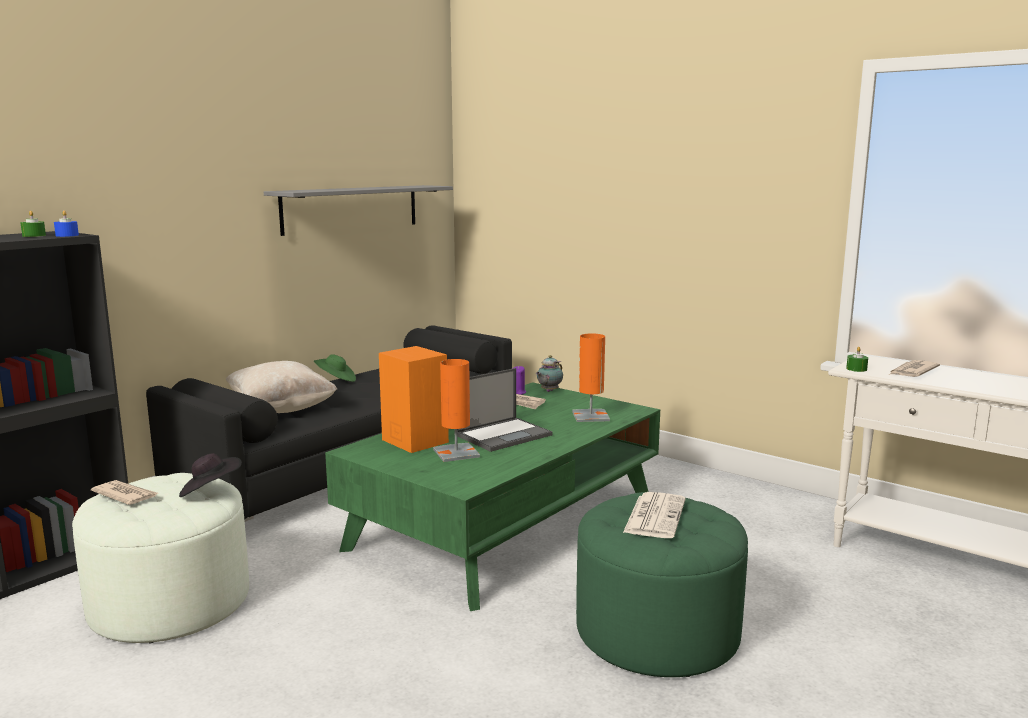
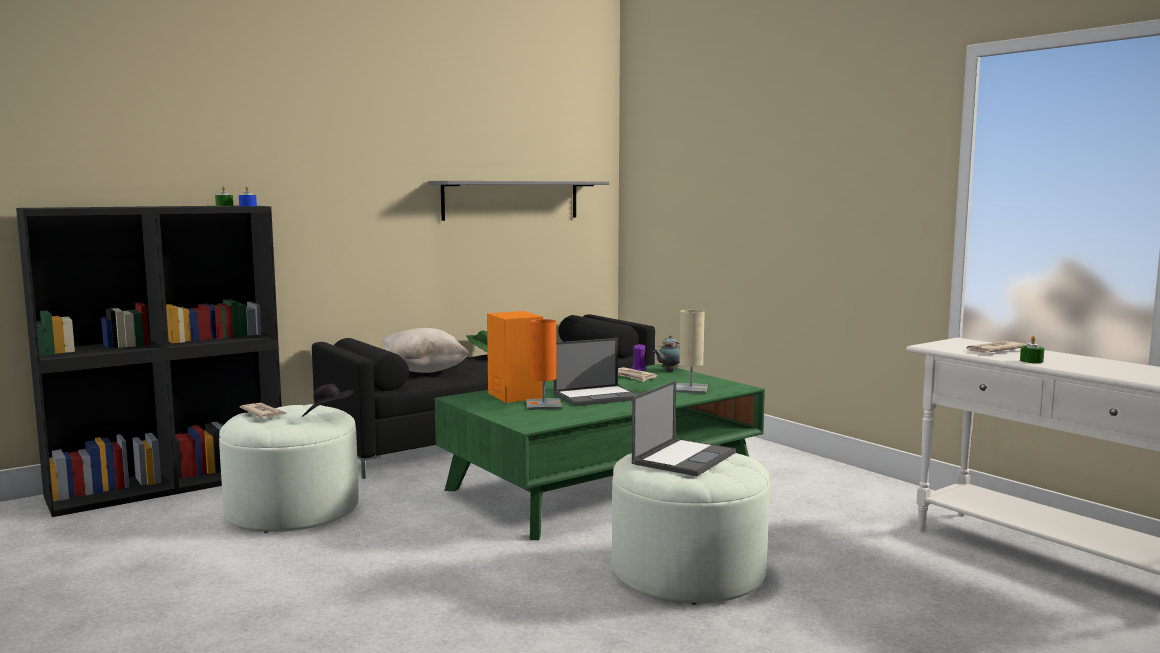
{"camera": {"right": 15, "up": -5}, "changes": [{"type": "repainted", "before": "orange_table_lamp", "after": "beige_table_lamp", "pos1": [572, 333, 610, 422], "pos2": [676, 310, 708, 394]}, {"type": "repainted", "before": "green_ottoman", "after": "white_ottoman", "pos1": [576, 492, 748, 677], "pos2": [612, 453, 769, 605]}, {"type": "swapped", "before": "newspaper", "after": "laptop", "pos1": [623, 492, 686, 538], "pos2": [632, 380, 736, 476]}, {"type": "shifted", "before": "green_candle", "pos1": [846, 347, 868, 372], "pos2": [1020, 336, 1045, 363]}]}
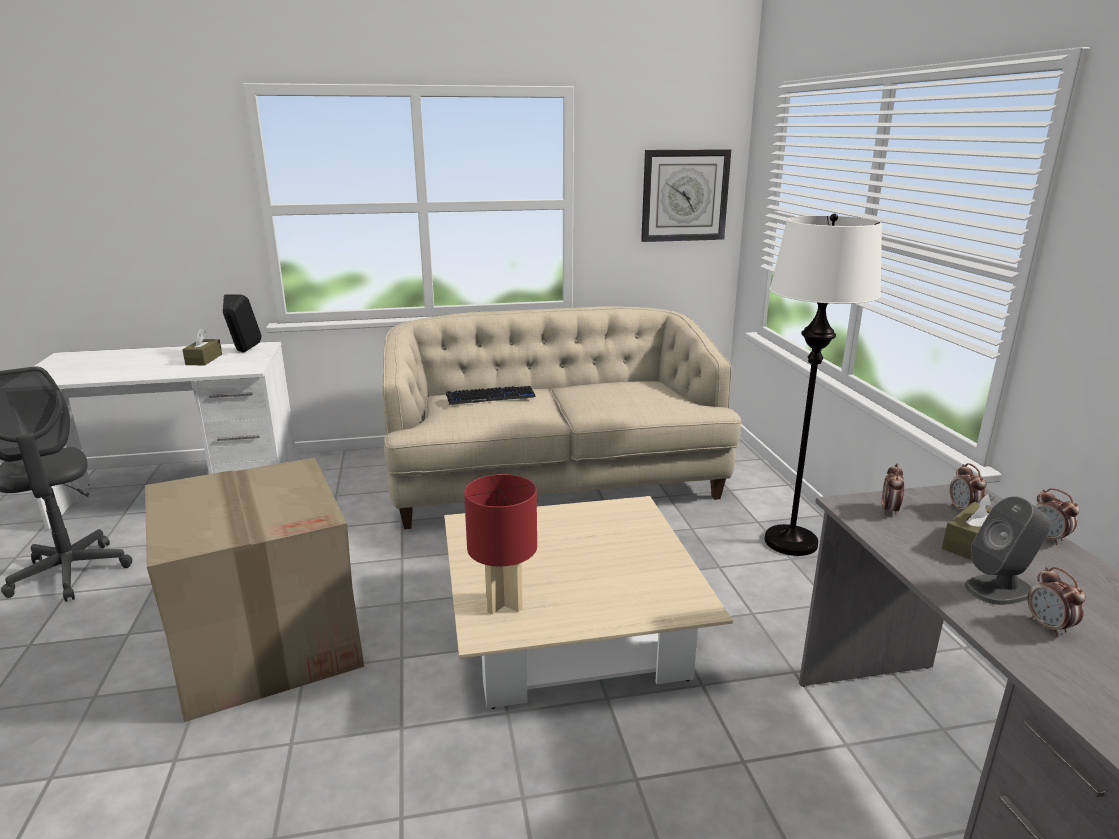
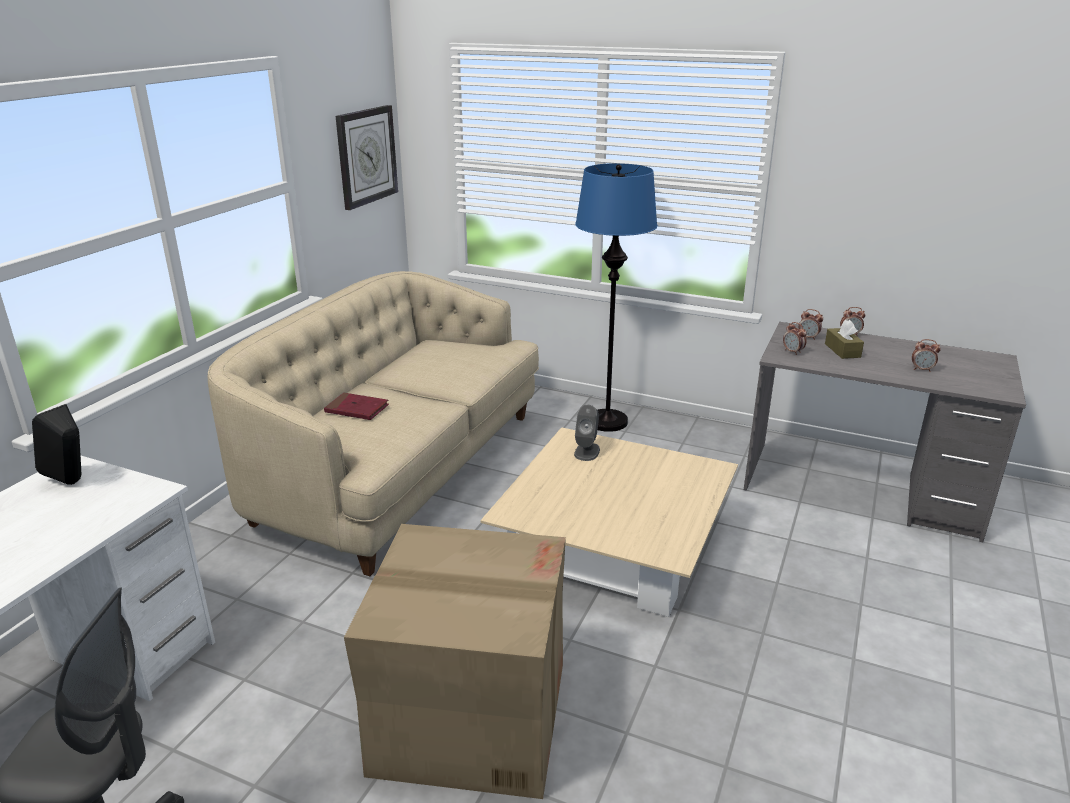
{"camera": {"right": -55, "up": 5}, "changes": [{"type": "gone", "before": "brown_tissue_box", "pos1": [182, 329, 222, 365]}, {"type": "swapped", "before": "keyboard", "after": "red_book", "pos1": [446, 386, 536, 405], "pos2": [324, 393, 389, 420]}, {"type": "gone", "before": "red_table_lamp", "pos1": [464, 474, 537, 615]}, {"type": "repainted", "before": "white_floor_lamp", "after": "blue_floor_lamp", "pos1": [764, 214, 882, 556], "pos2": [575, 163, 657, 432]}, {"type": "shifted", "before": "grey_speaker", "pos1": [965, 496, 1051, 605], "pos2": [574, 405, 600, 461]}]}
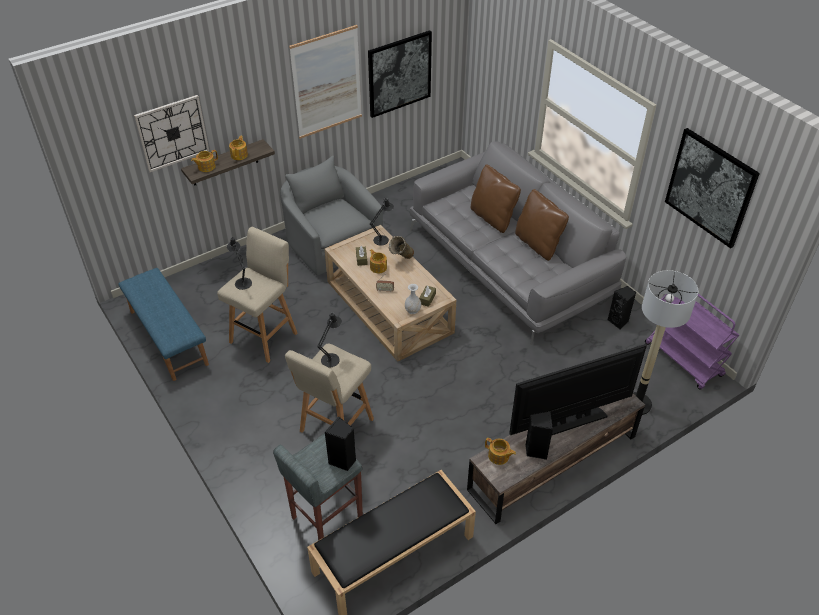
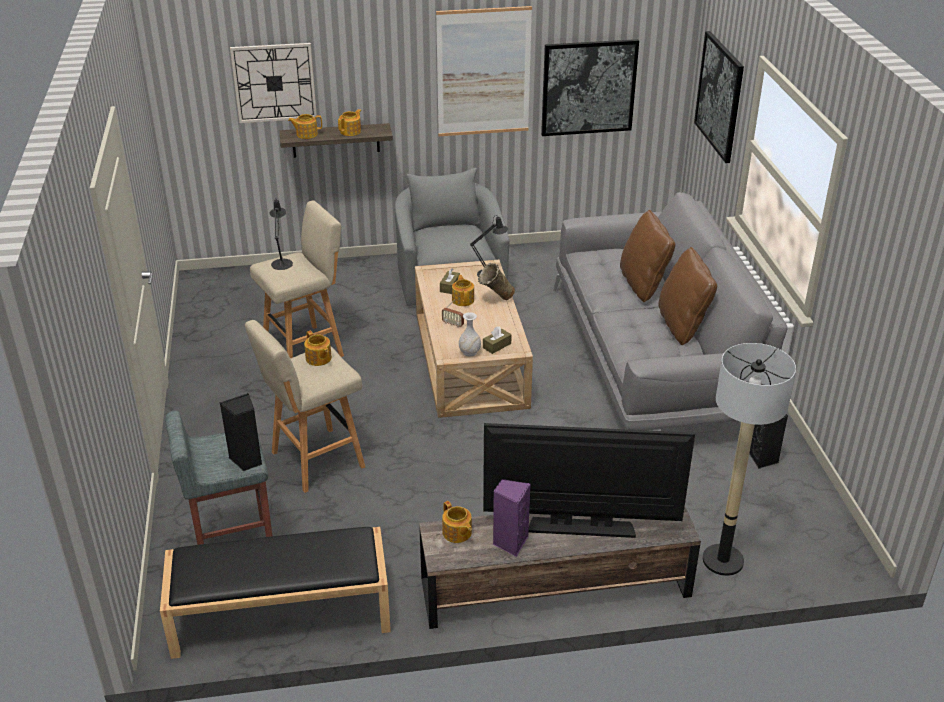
{"camera": {"right": 25, "up": -10}, "changes": [{"type": "gone", "before": "blue_bench", "pos1": [118, 268, 209, 381]}, {"type": "swapped", "before": "black_table_lamp", "after": "teapot", "pos1": [317, 313, 342, 368], "pos2": [304, 331, 332, 366]}, {"type": "repainted", "before": "black_speaker", "after": "purple_speaker", "pos1": [525, 411, 553, 460], "pos2": [493, 479, 530, 557]}, {"type": "gone", "before": "purple_cart", "pos1": [645, 294, 739, 390]}, {"type": "shifted", "before": "picture", "pos1": [665, 128, 760, 248], "pos2": [694, 31, 744, 163]}]}
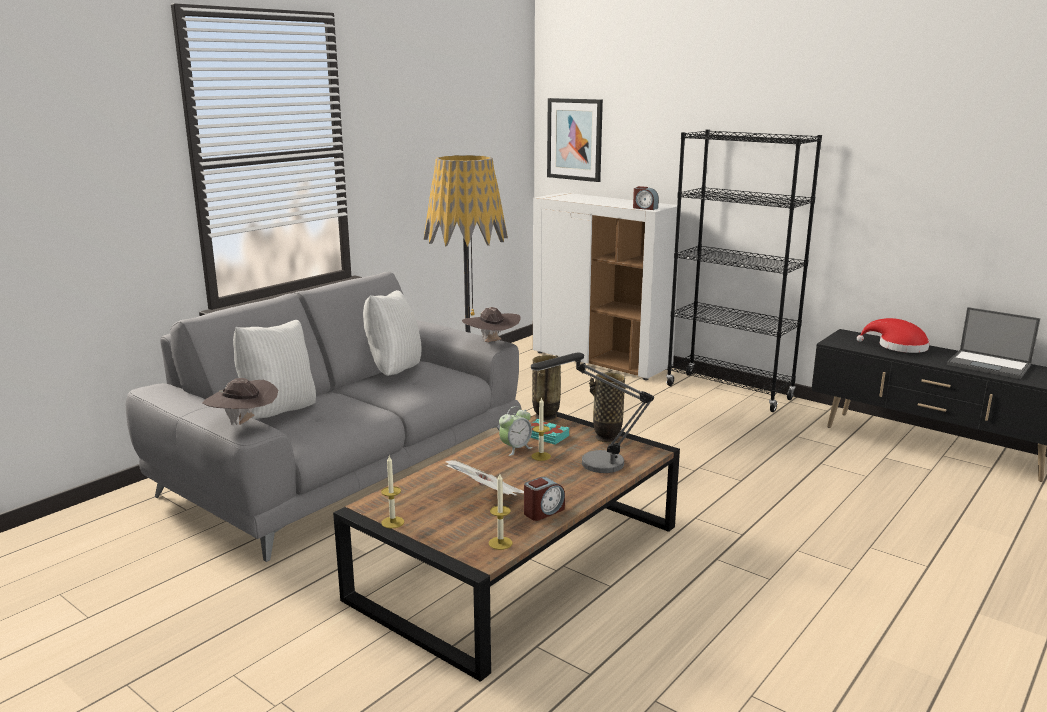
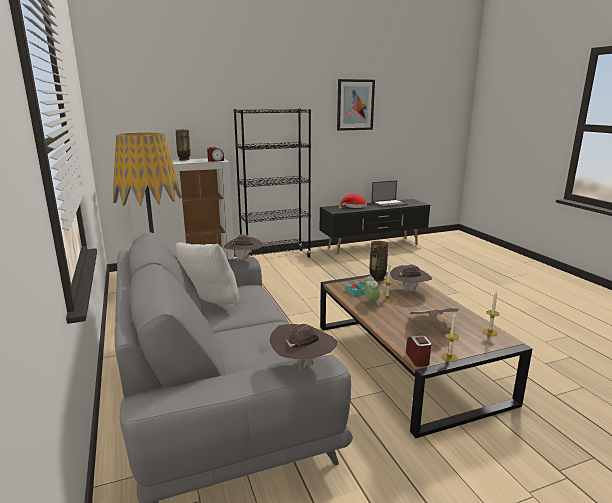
{"camera": {"right": -60, "up": 0}, "changes": [{"type": "gone", "before": "white_pillow", "pos1": [233, 320, 316, 419]}, {"type": "shifted", "before": "alarm_clock", "pos1": [524, 477, 565, 521], "pos2": [406, 336, 431, 367]}, {"type": "swapped", "before": "table_lamp", "after": "brown_hat", "pos1": [531, 352, 654, 473], "pos2": [391, 264, 432, 293]}, {"type": "shifted", "before": "vase", "pos1": [532, 355, 561, 421], "pos2": [175, 129, 191, 161]}, {"type": "shifted", "before": "picture", "pos1": [547, 98, 603, 182], "pos2": [337, 79, 375, 131]}]}
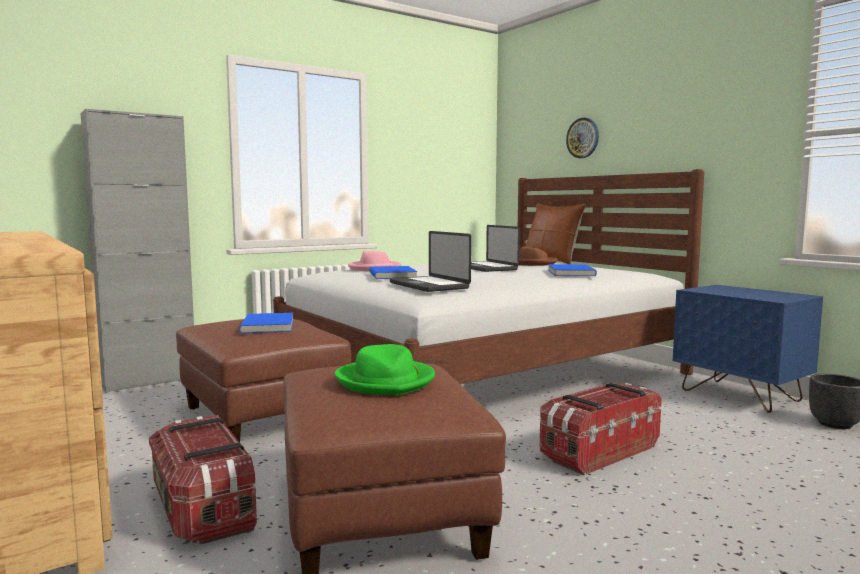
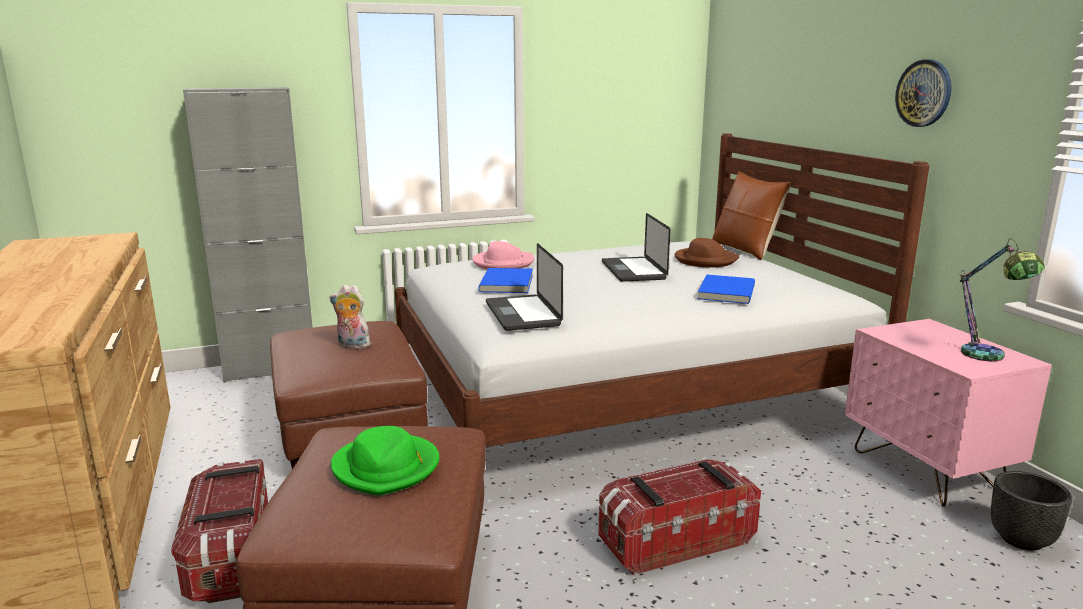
{"camera": {"right": 15, "up": 10}, "changes": [{"type": "swapped", "before": "blue_book", "after": "plush_toy", "pos1": [239, 313, 294, 333], "pos2": [330, 285, 370, 349]}, {"type": "shifted", "before": "wall_clock", "pos1": [566, 118, 599, 158], "pos2": [895, 60, 952, 127]}, {"type": "repainted", "before": "blue_nightstand", "after": "pink_nightstand", "pos1": [673, 285, 823, 413], "pos2": [845, 319, 1052, 507]}, {"type": "new", "after": "table_lamp", "pos2": [960, 238, 1045, 361]}]}
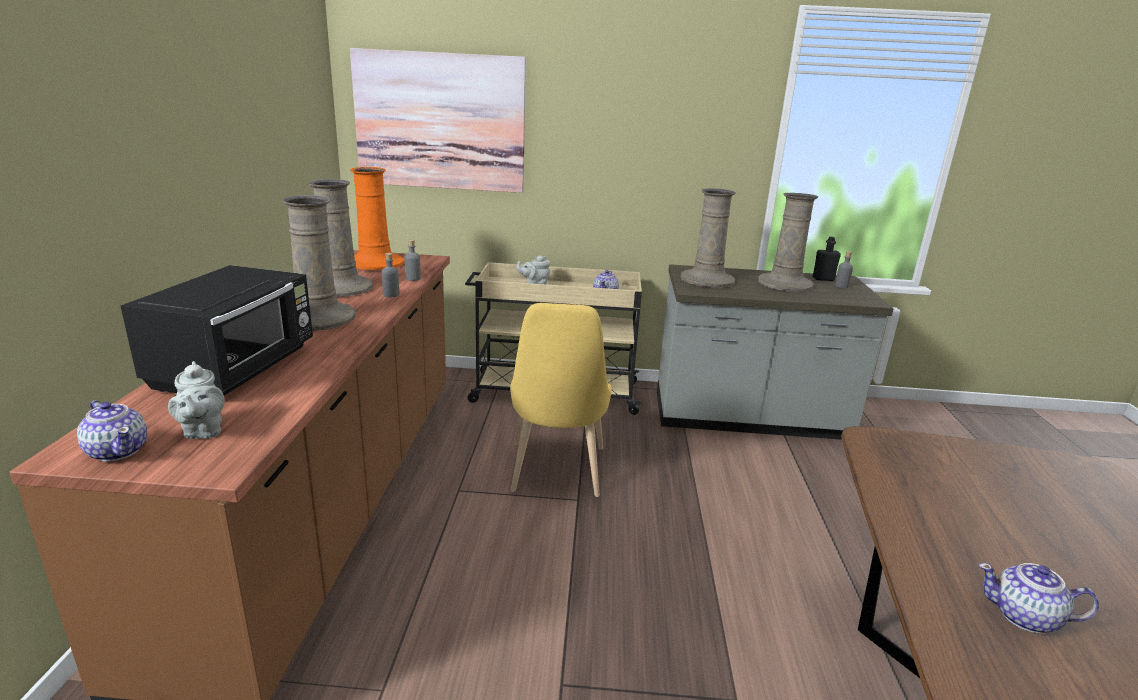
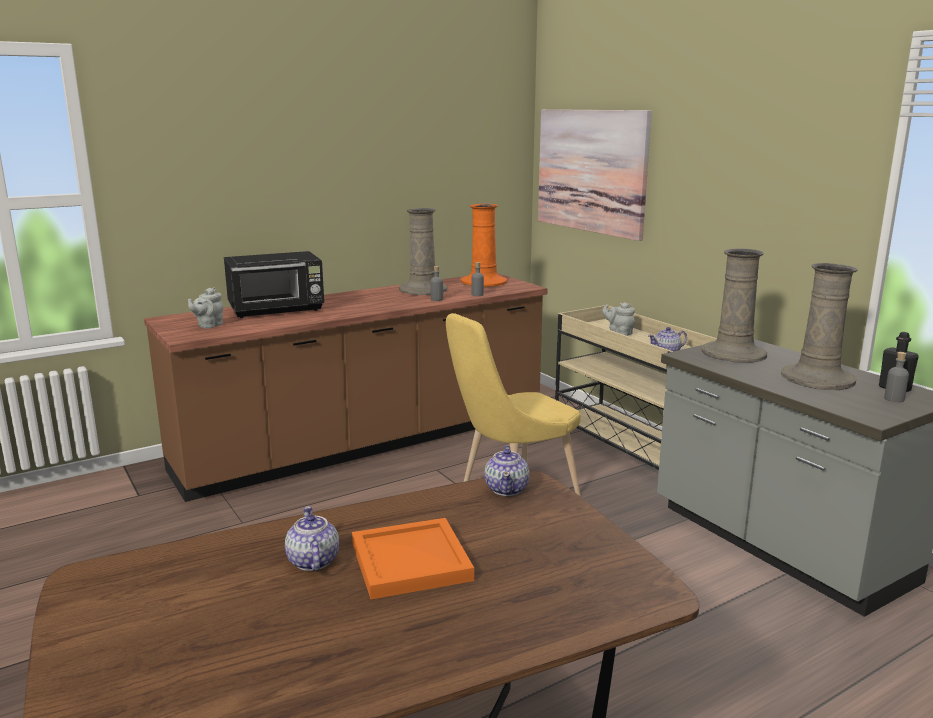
{"camera": {"right": 55, "up": -5}, "changes": [{"type": "shifted", "before": "teapot", "pos1": [77, 400, 147, 462], "pos2": [484, 446, 530, 496]}, {"type": "gone", "before": "beige_vase", "pos1": [282, 195, 356, 331]}, {"type": "new", "after": "orange_tray", "pos2": [352, 518, 474, 599]}]}
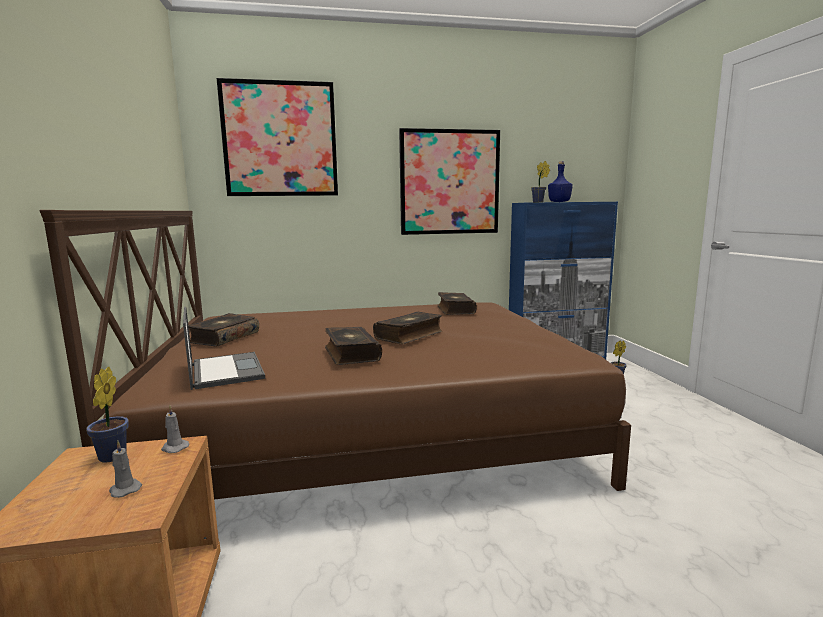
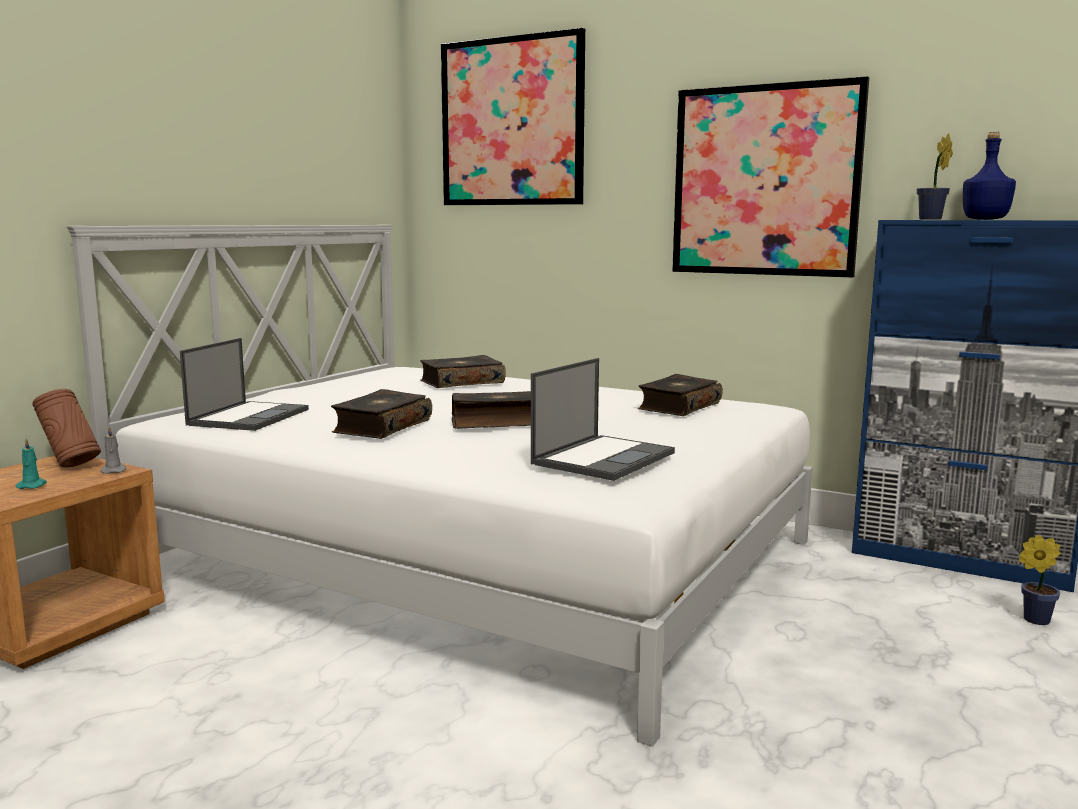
{"camera": {"right": 40, "up": 0}, "changes": [{"type": "repainted", "before": "brown_bed", "after": "white_bed", "pos1": [39, 210, 631, 499], "pos2": [67, 225, 813, 747]}, {"type": "swapped", "before": "potted_plant", "after": "brown_vase", "pos1": [86, 367, 128, 463], "pos2": [32, 389, 101, 468]}, {"type": "repainted", "before": "grey_candle", "after": "turquoise_candle", "pos1": [109, 441, 142, 498], "pos2": [16, 438, 47, 489]}, {"type": "shifted", "before": "book", "pos1": [188, 313, 259, 347], "pos2": [420, 355, 506, 388]}, {"type": "new", "after": "laptop", "pos2": [531, 358, 675, 481]}]}
